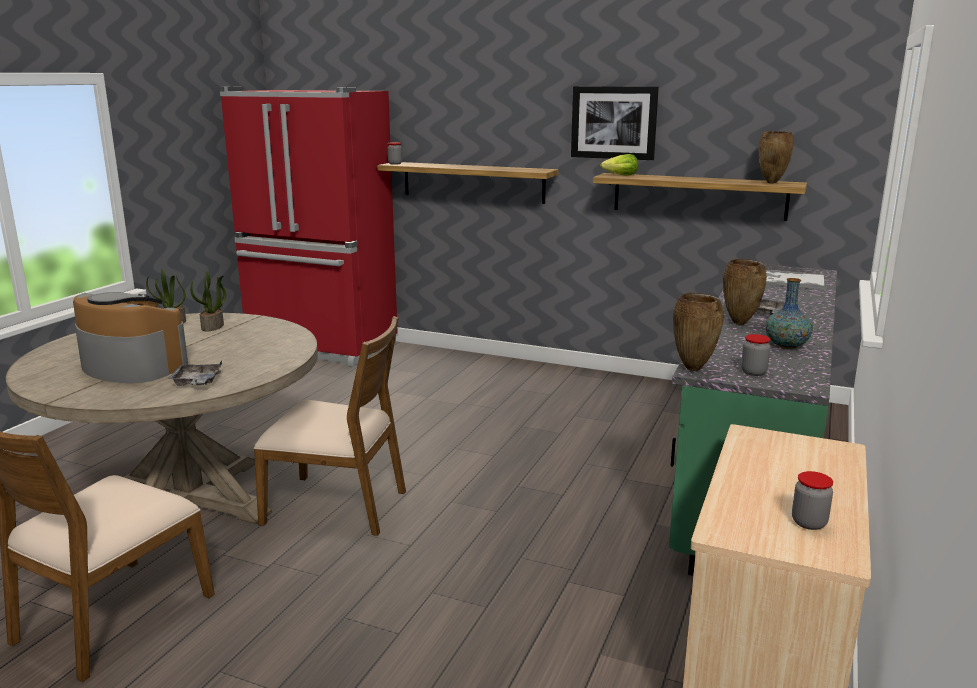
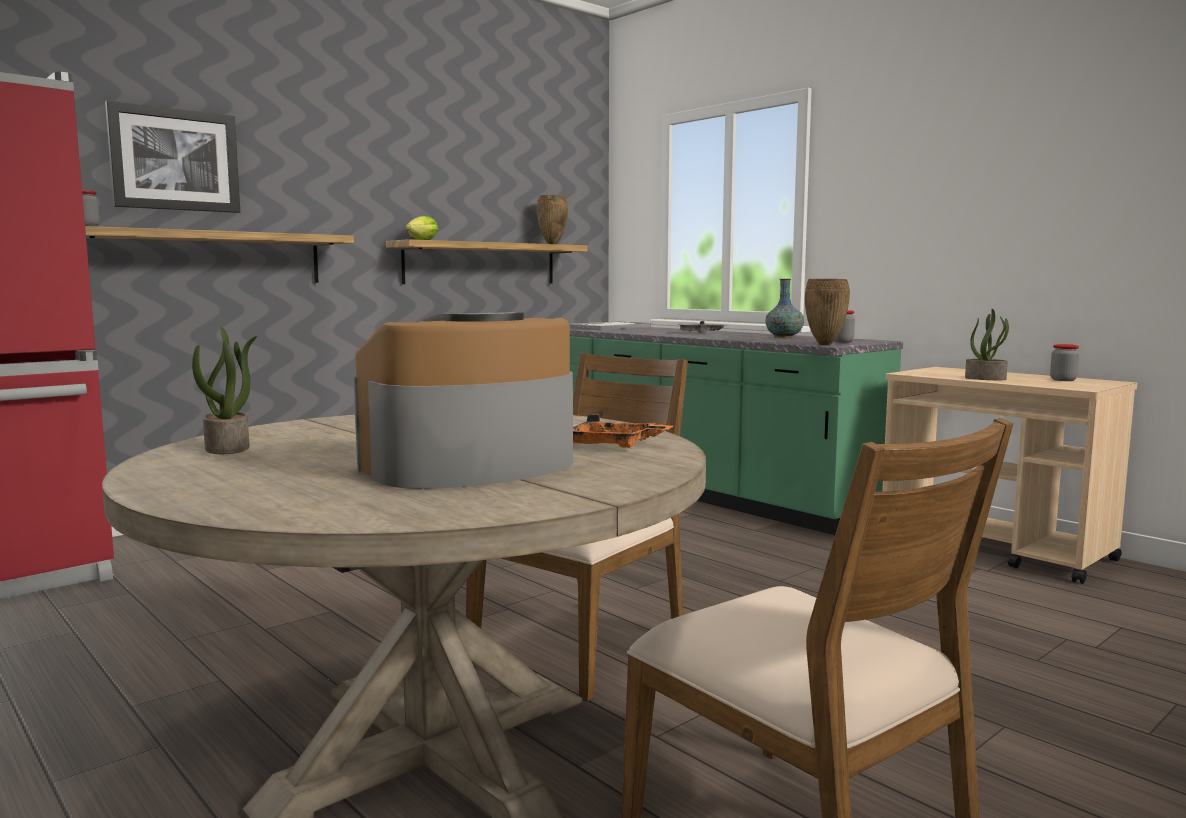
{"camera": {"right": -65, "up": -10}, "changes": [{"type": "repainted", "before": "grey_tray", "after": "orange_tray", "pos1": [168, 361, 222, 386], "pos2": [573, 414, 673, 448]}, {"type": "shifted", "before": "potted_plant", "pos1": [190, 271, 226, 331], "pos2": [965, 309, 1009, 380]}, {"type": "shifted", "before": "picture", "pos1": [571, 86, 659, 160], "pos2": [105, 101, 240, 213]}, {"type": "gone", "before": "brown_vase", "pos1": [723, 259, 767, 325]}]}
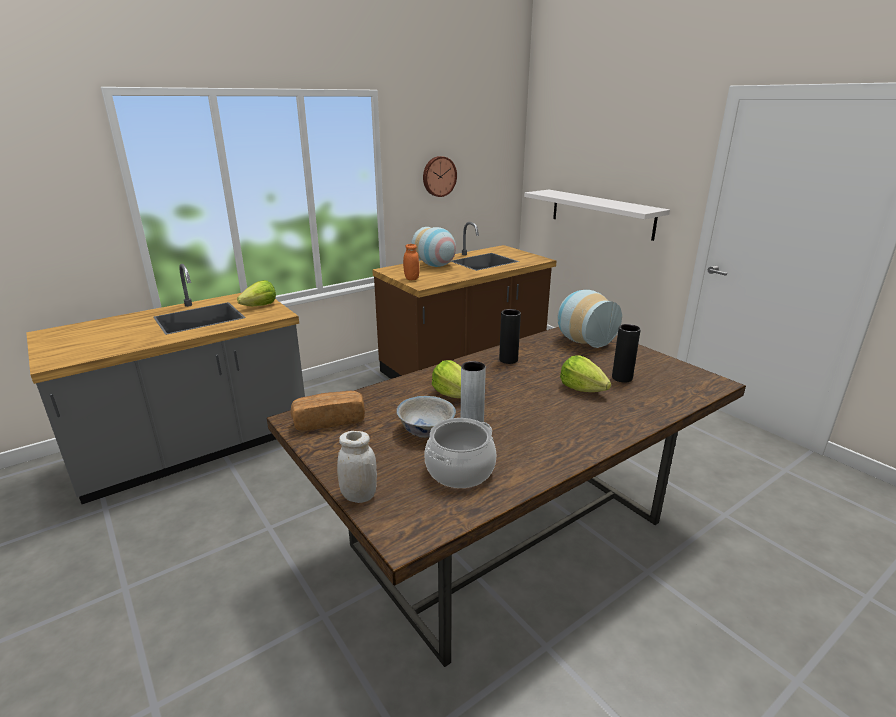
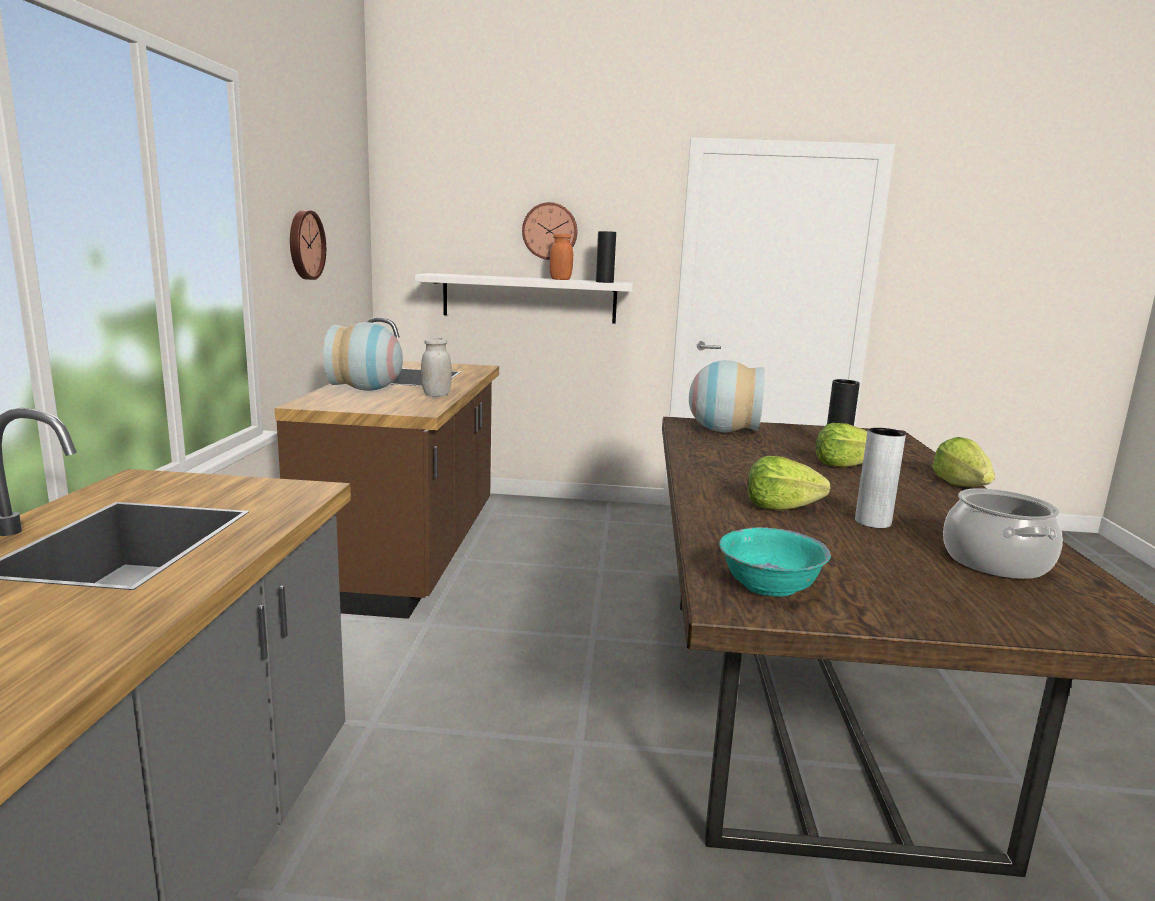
{"camera": {"right": -50, "up": -10}, "changes": [{"type": "shifted", "before": "lettuce", "pos1": [237, 280, 276, 306], "pos2": [932, 437, 995, 487]}, {"type": "swapped", "before": "bread", "after": "turquoise_bowl", "pos1": [291, 391, 365, 430], "pos2": [719, 527, 831, 597]}, {"type": "shifted", "before": "white_jar", "pos1": [337, 431, 377, 503], "pos2": [421, 338, 452, 397]}, {"type": "gone", "before": "white_bowl", "pos1": [397, 396, 456, 438]}, {"type": "shifted", "before": "orange_jar", "pos1": [403, 244, 419, 280], "pos2": [550, 234, 573, 280]}, {"type": "shifted", "before": "black_vase", "pos1": [499, 309, 521, 364], "pos2": [596, 231, 616, 283]}, {"type": "new", "after": "wall_clock", "pos2": [522, 202, 577, 260]}]}
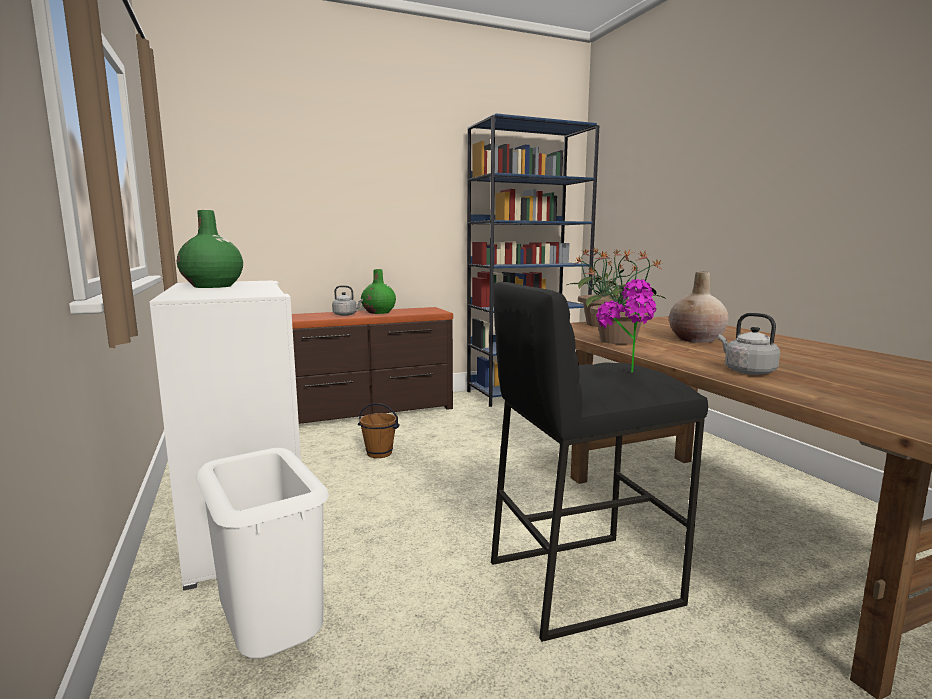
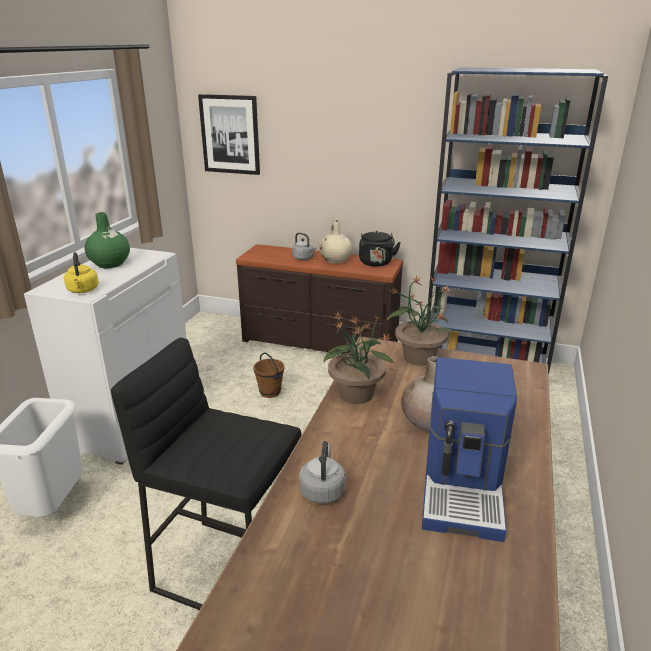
{"camera": {"right": 40, "up": 15}, "changes": [{"type": "repainted", "before": "green_vase", "after": "beige_vase", "pos1": [361, 269, 396, 314], "pos2": [319, 220, 352, 263]}, {"type": "gone", "before": "potted_plant", "pos1": [596, 279, 656, 373]}, {"type": "new", "after": "yellow_kettle", "pos2": [64, 252, 99, 293]}, {"type": "new", "after": "picture", "pos2": [198, 94, 260, 175]}, {"type": "new", "after": "black_kettle", "pos2": [359, 231, 401, 266]}, {"type": "new", "after": "coffee_machine", "pos2": [422, 357, 517, 542]}]}
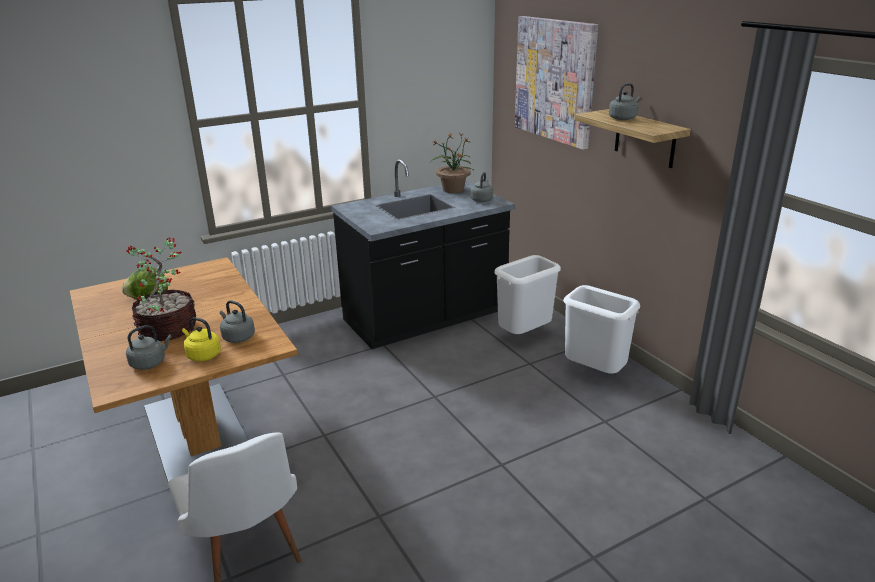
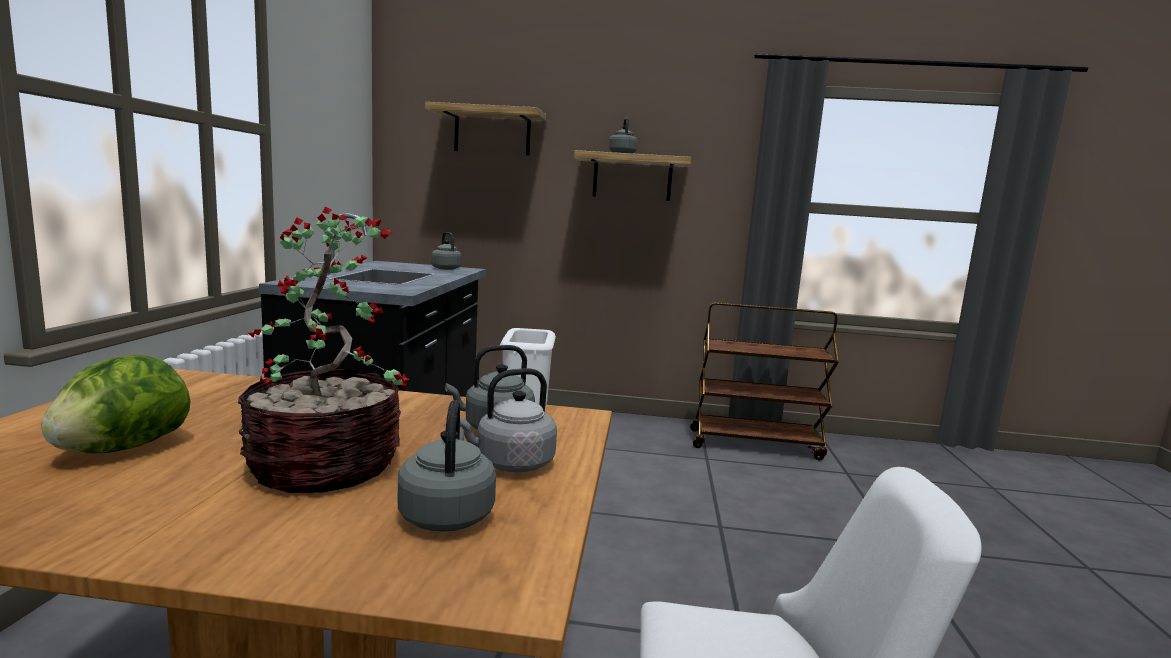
{"camera": {"right": -55, "up": -15}, "changes": [{"type": "repainted", "before": "yellow_kettle", "after": "grey_kettle", "pos1": [182, 317, 221, 361], "pos2": [460, 368, 557, 472]}, {"type": "gone", "before": "potted_plant", "pos1": [430, 132, 474, 193]}, {"type": "swapped", "before": "picture", "after": "shelf", "pos1": [515, 16, 598, 150], "pos2": [425, 102, 546, 155]}, {"type": "gone", "before": "white_trash_can", "pos1": [563, 285, 640, 374]}, {"type": "new", "after": "brown_cart", "pos2": [690, 302, 839, 461]}]}
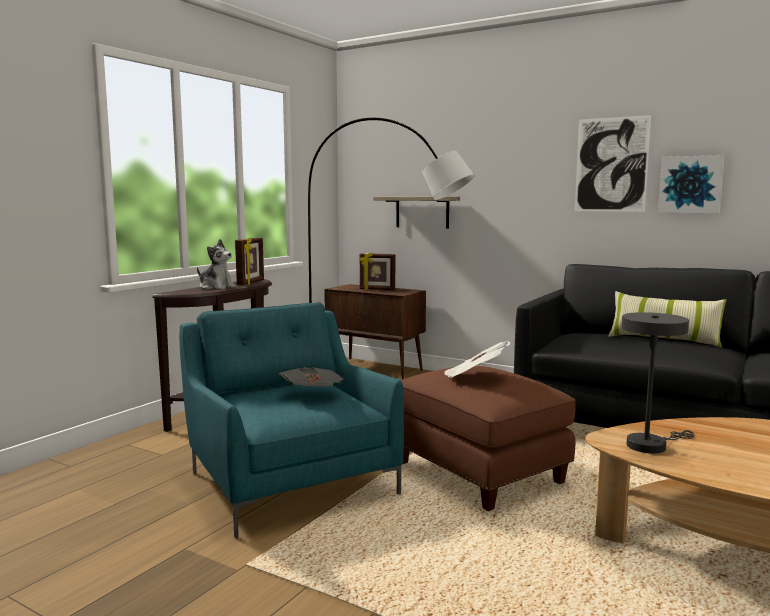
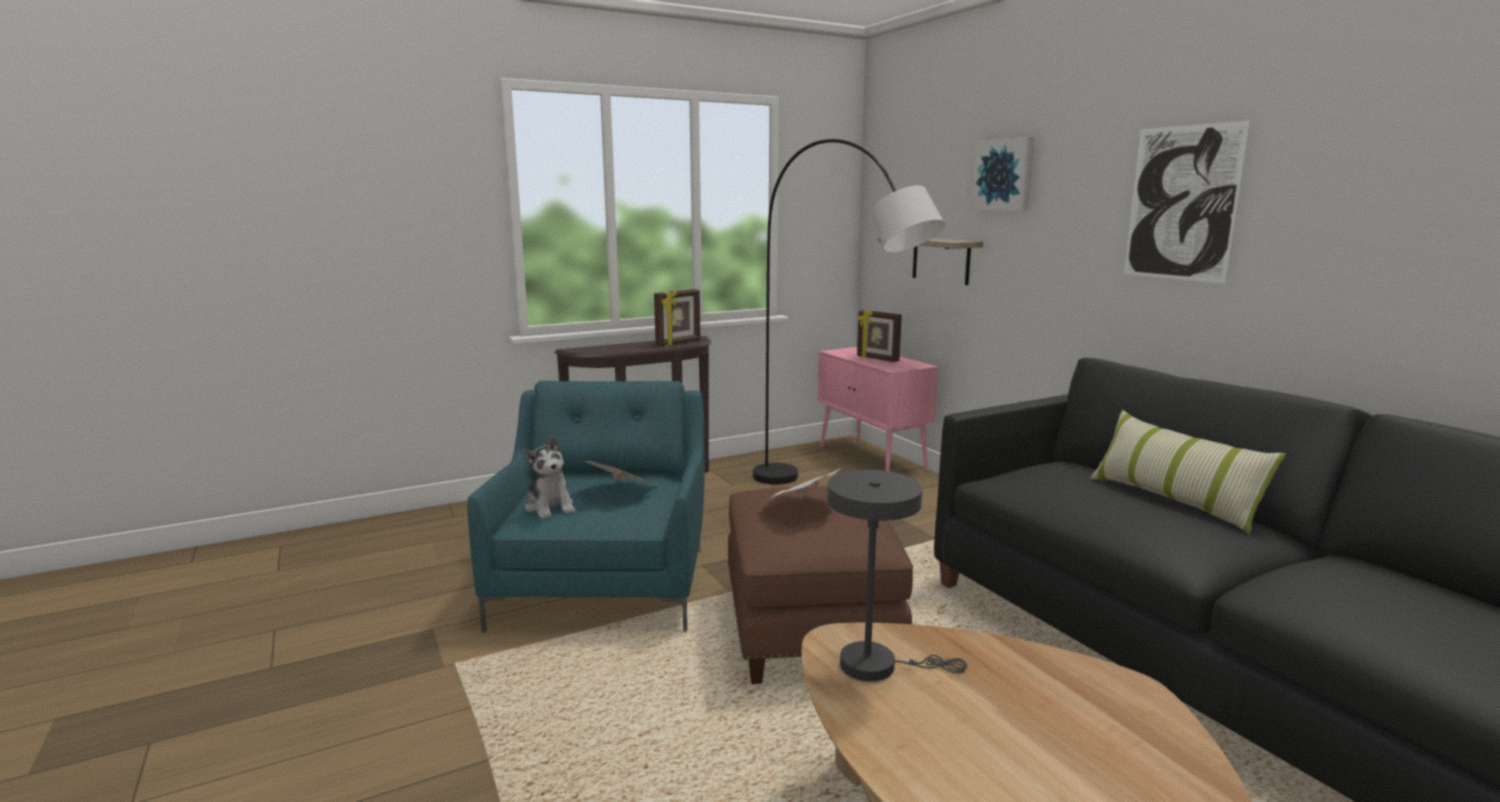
{"camera": {"right": 30, "up": 5}, "changes": [{"type": "shifted", "before": "plush_toy", "pos1": [197, 239, 237, 290], "pos2": [523, 436, 575, 519]}, {"type": "repainted", "before": "brown_cabinet", "after": "pink_cabinet", "pos1": [324, 284, 426, 379], "pos2": [818, 347, 938, 472]}, {"type": "shifted", "before": "picture", "pos1": [658, 155, 725, 213], "pos2": [972, 137, 1035, 211]}]}
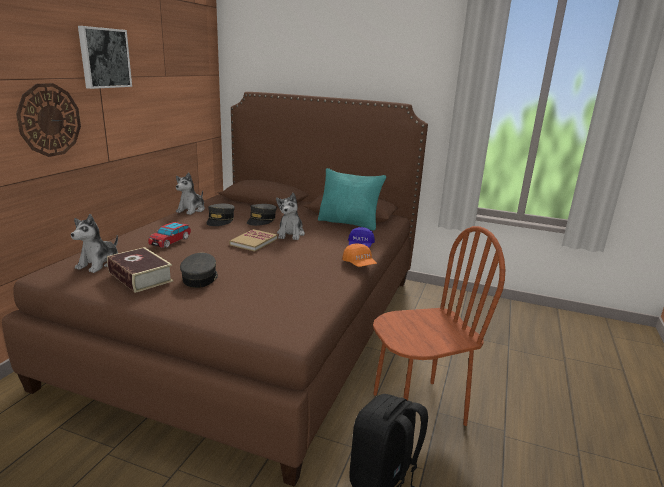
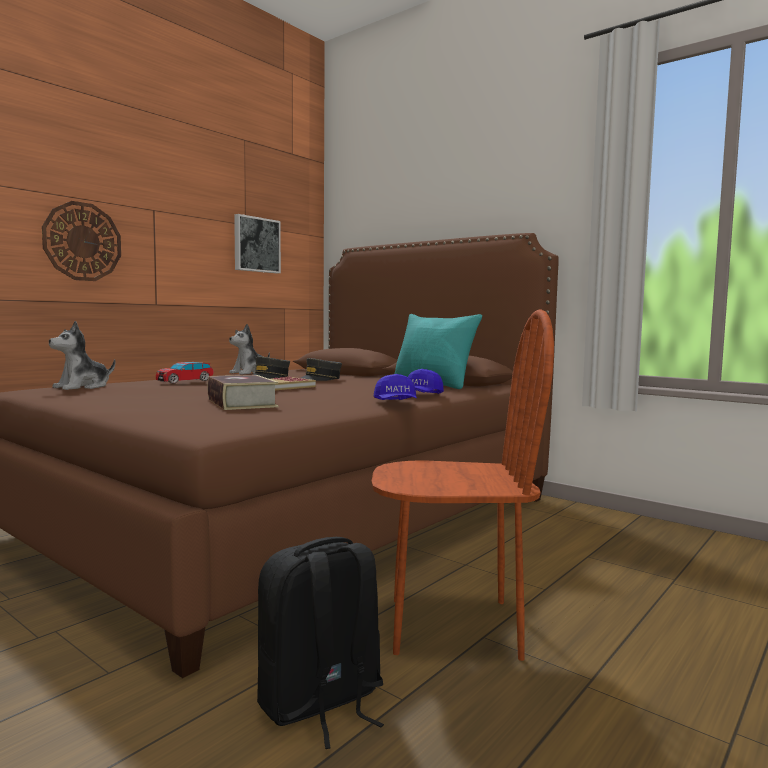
{"camera": {"right": 20, "up": -15}, "changes": [{"type": "shifted", "before": "picture", "pos1": [78, 26, 132, 89], "pos2": [234, 214, 281, 273]}, {"type": "shifted", "before": "book", "pos1": [107, 247, 173, 293], "pos2": [207, 375, 278, 410]}, {"type": "gone", "before": "grey_cap", "pos1": [180, 253, 218, 288]}, {"type": "gone", "before": "plush_toy", "pos1": [276, 193, 305, 240]}, {"type": "repainted", "before": "orange_cap", "after": "blue_cap", "pos1": [342, 243, 377, 267], "pos2": [374, 374, 417, 400]}]}
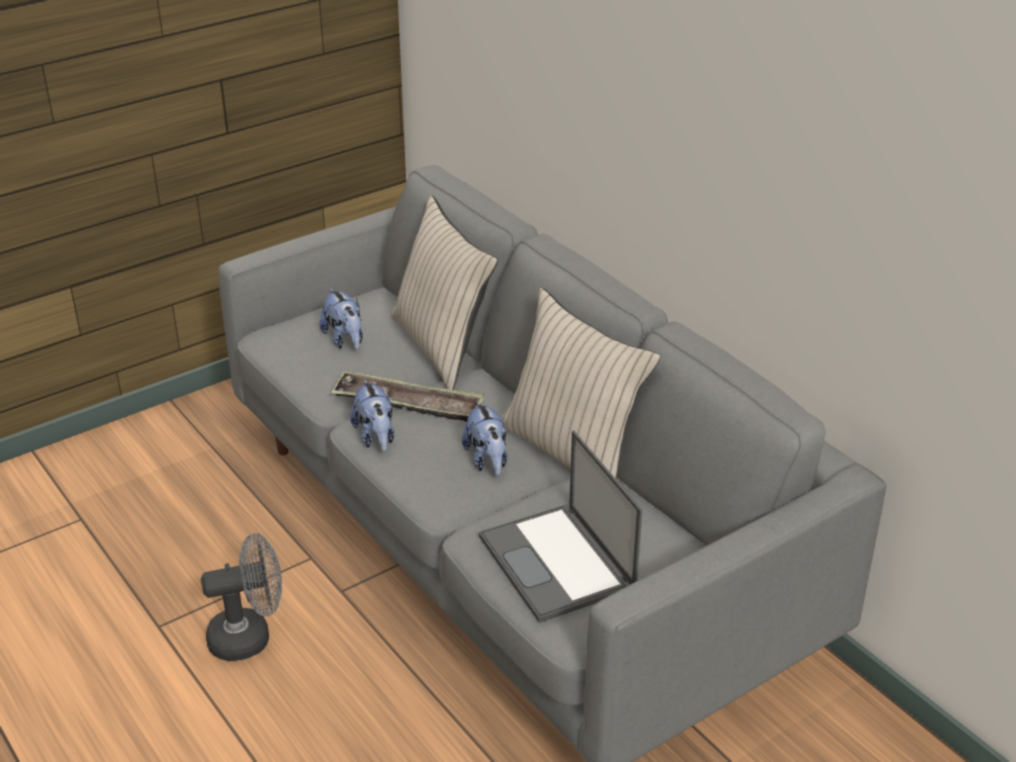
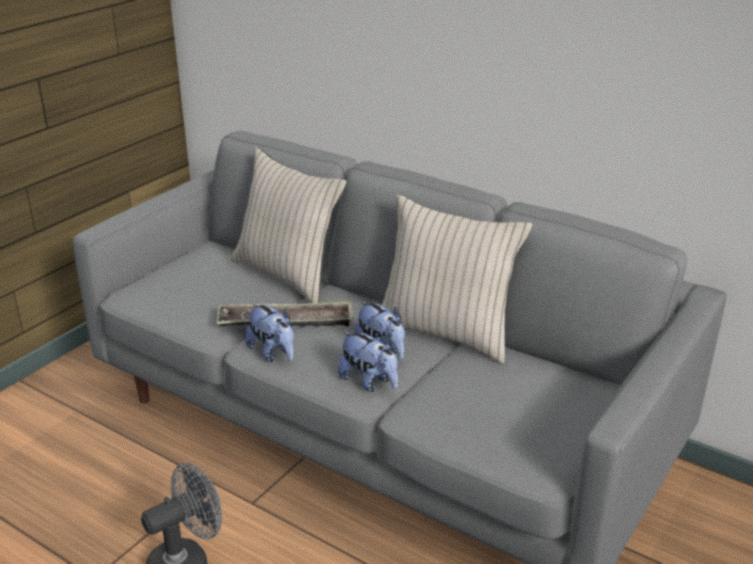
{"camera": {"right": -20, "up": -5}, "changes": [{"type": "shifted", "before": "plush_toy", "pos1": [320, 288, 363, 349], "pos2": [338, 331, 398, 392]}, {"type": "gone", "before": "laptop", "pos1": [479, 430, 642, 623]}]}
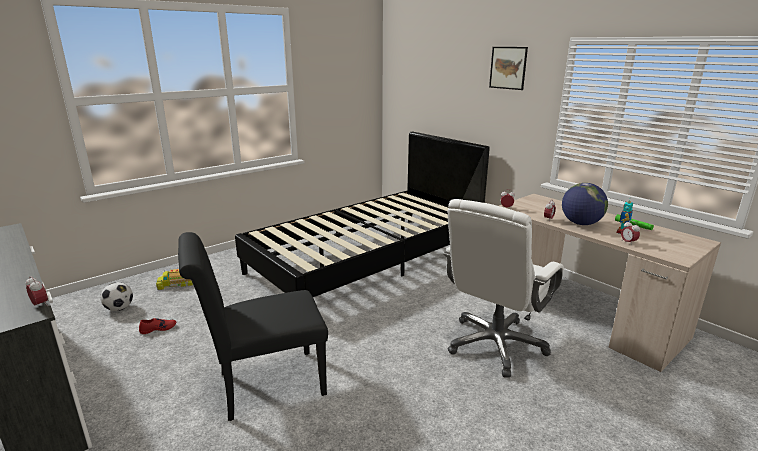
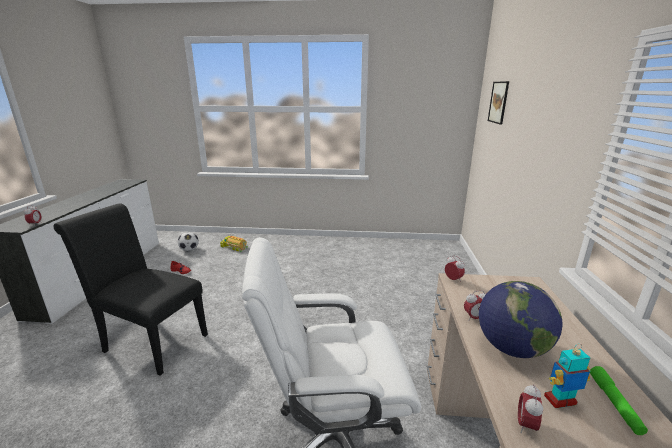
{"camera": {"right": 45, "up": 0}, "changes": [{"type": "gone", "before": "black_bed", "pos1": [235, 132, 490, 297]}, {"type": "shifted", "before": "picture", "pos1": [489, 47, 528, 90], "pos2": [488, 81, 509, 125]}]}
